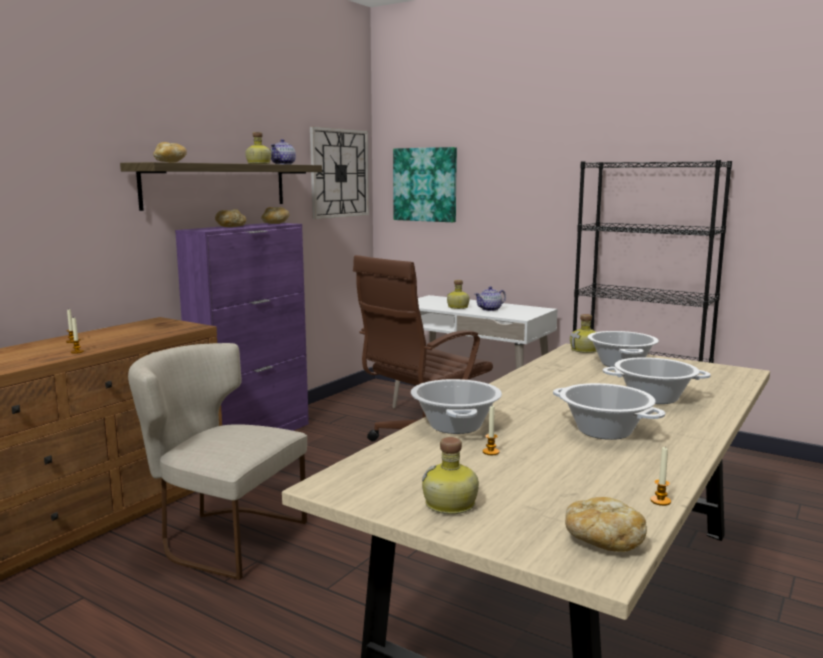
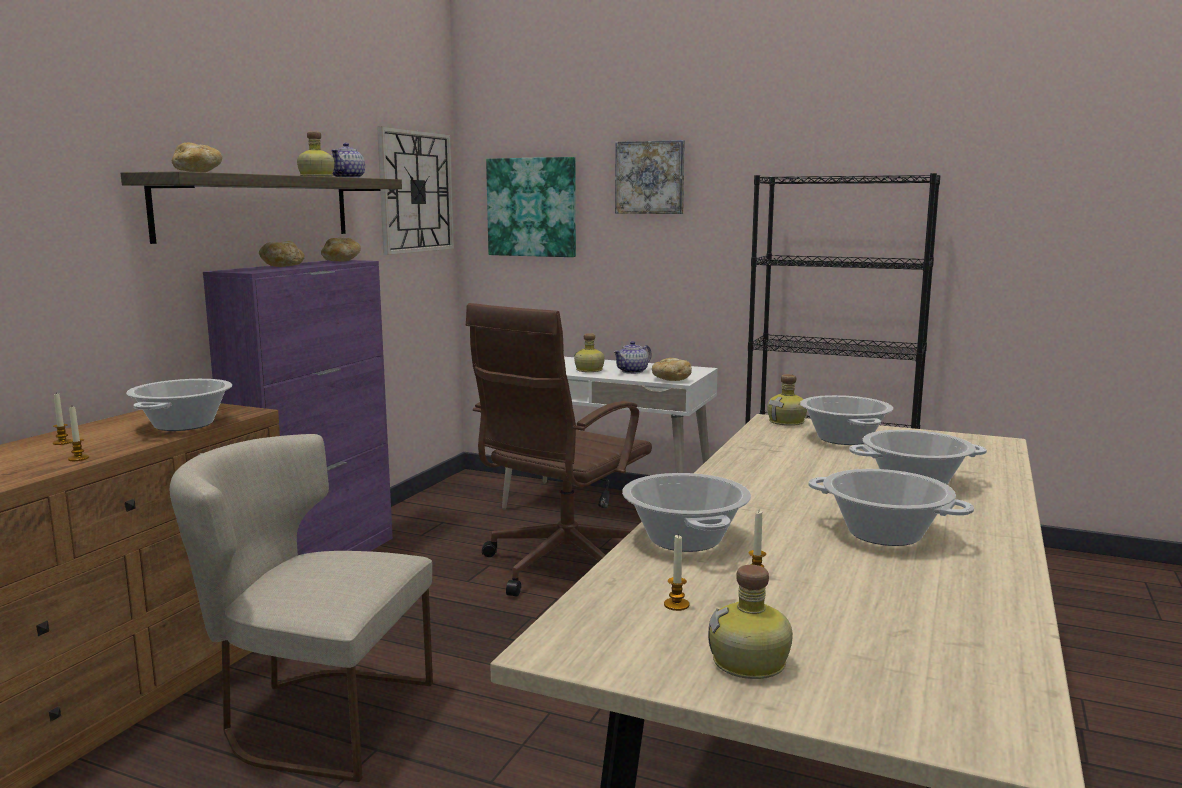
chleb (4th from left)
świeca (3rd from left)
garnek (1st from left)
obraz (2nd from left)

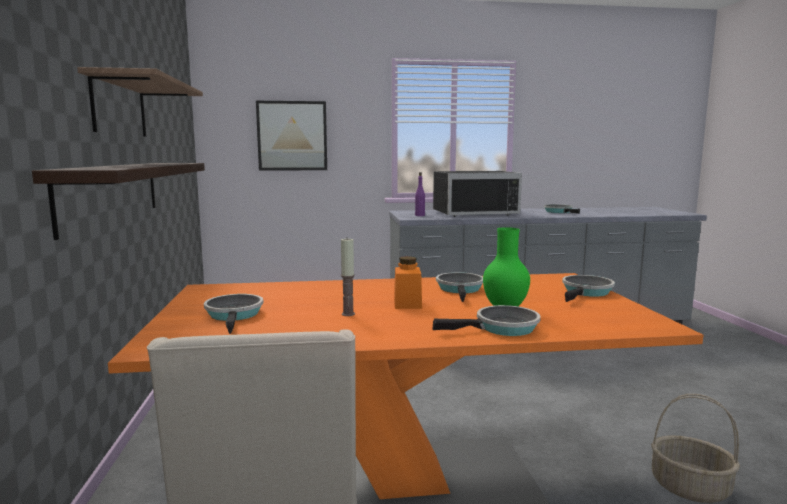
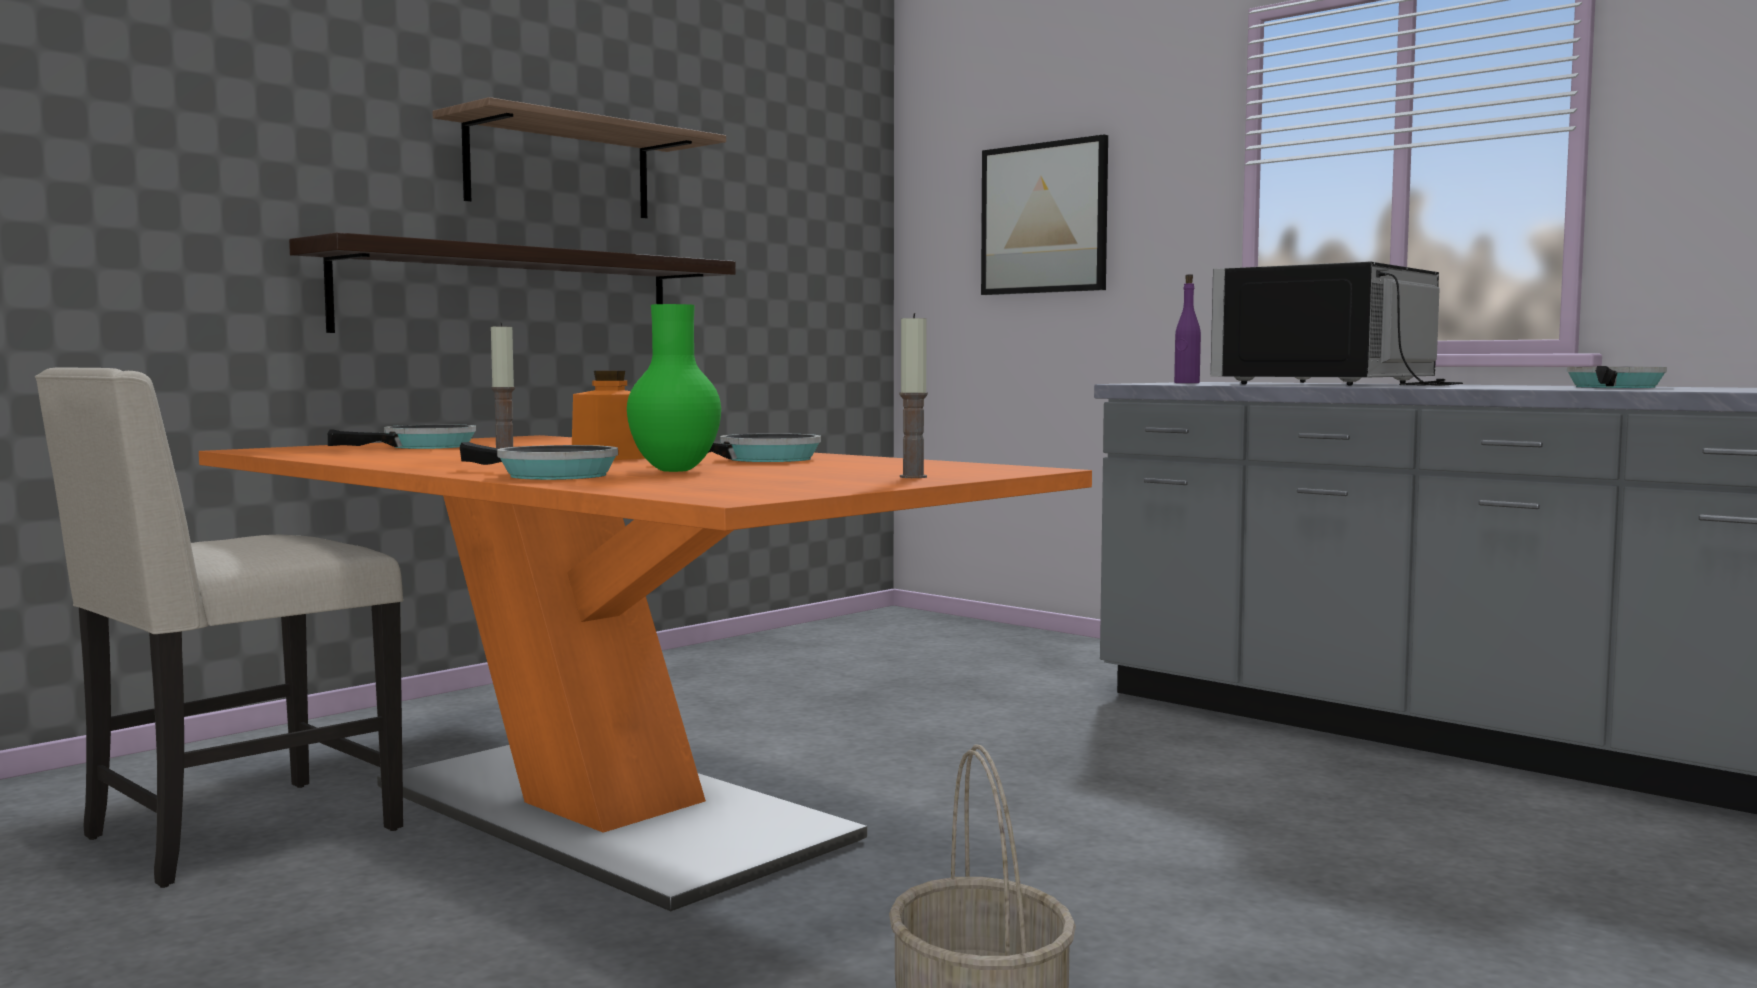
mikrofalówka [czarny]
świeca (2nd from left)

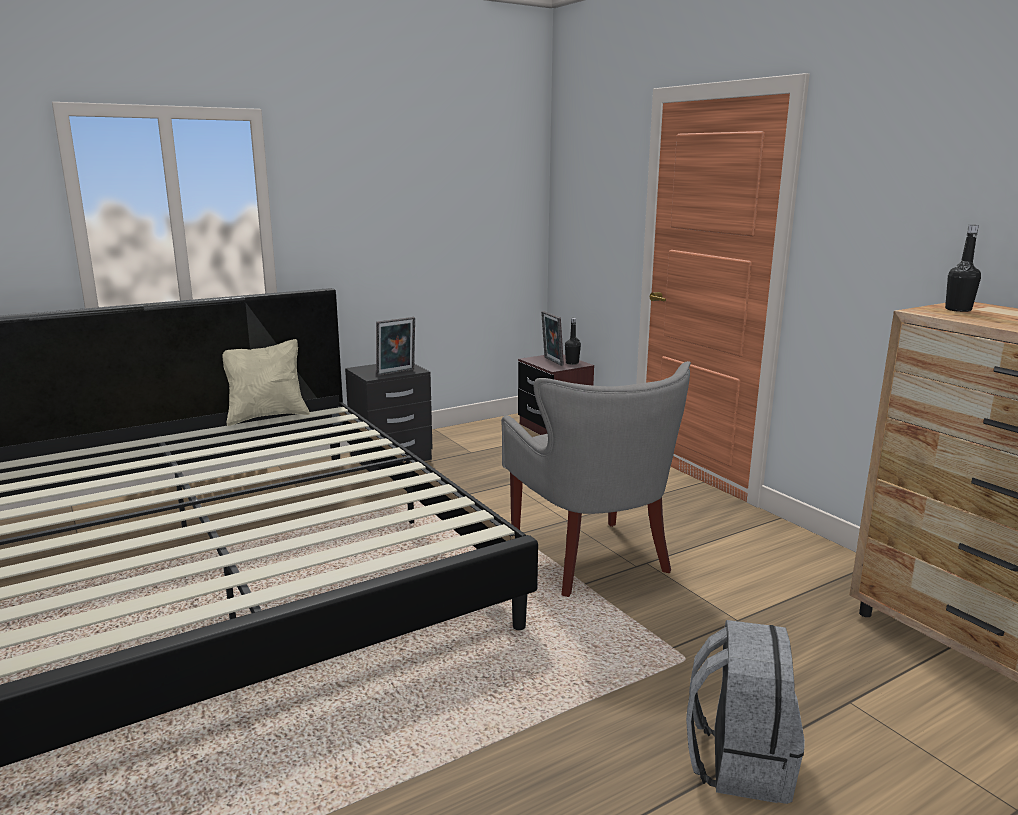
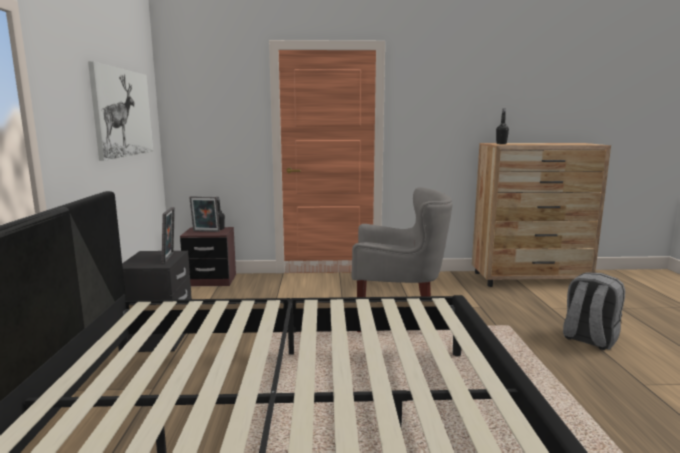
poduszka [beżowy]
obraz

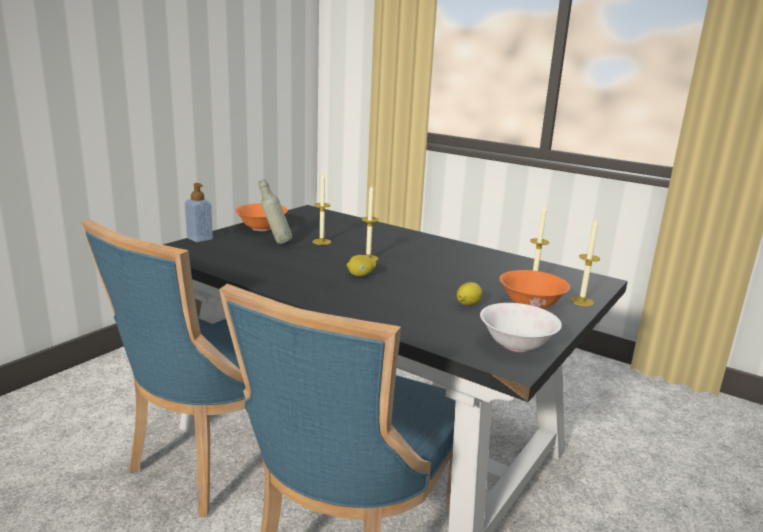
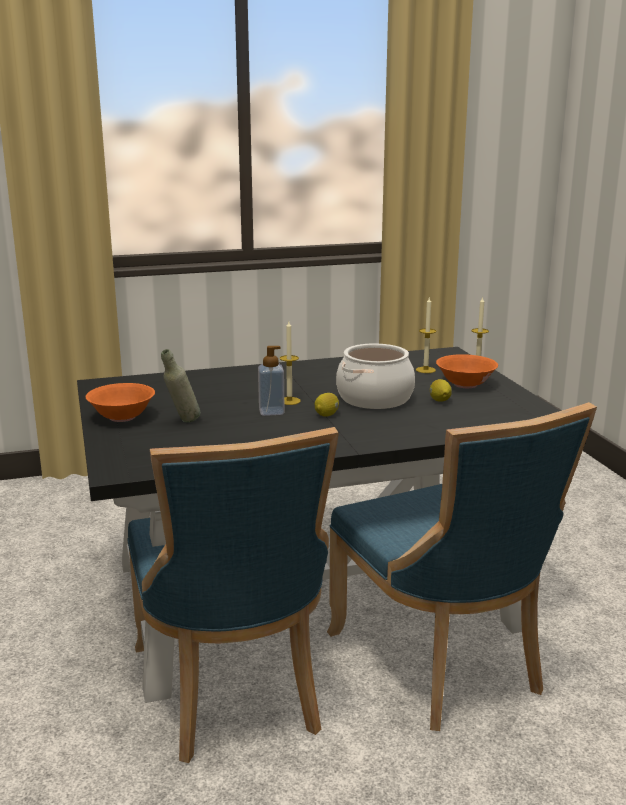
dozownik mydła
świeca (1st from left in the first image)
miska [biały]
garnek

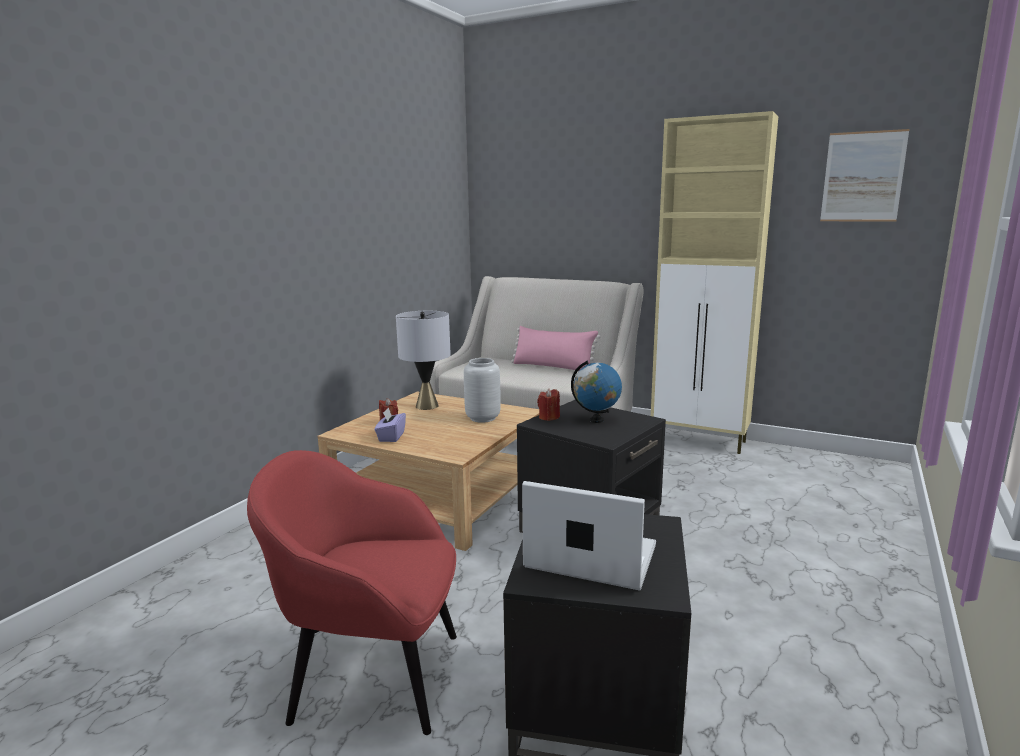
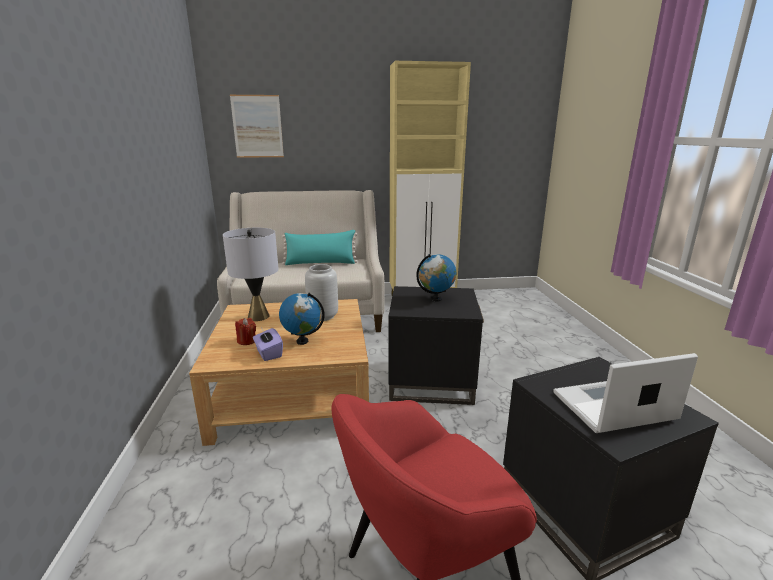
poduszka [turkusowy]
świeca [czerwony] (2nd from left in the first image)
obraz
globus (1st from left)

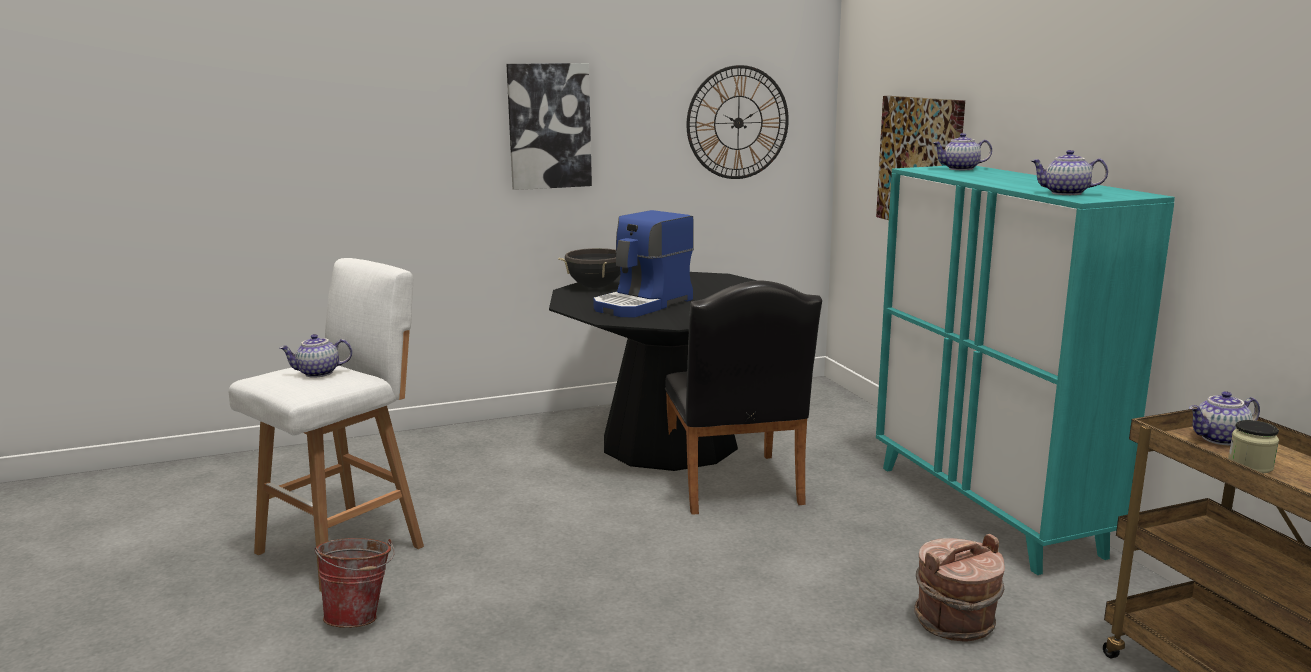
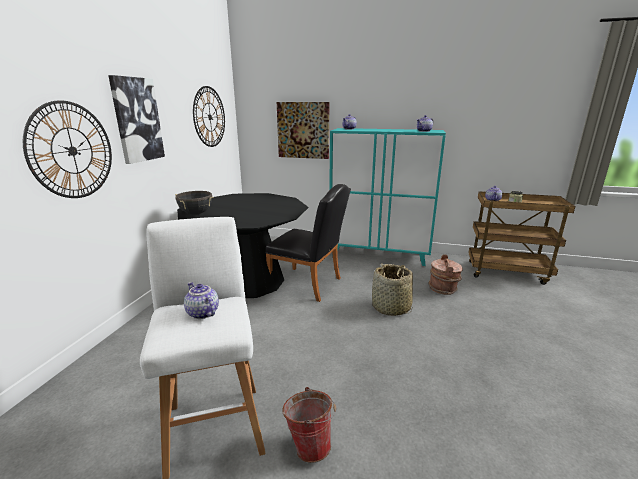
imbryk (1st from left)
ekspres do kawy
zegar ścienny (1st from left)
koszyk

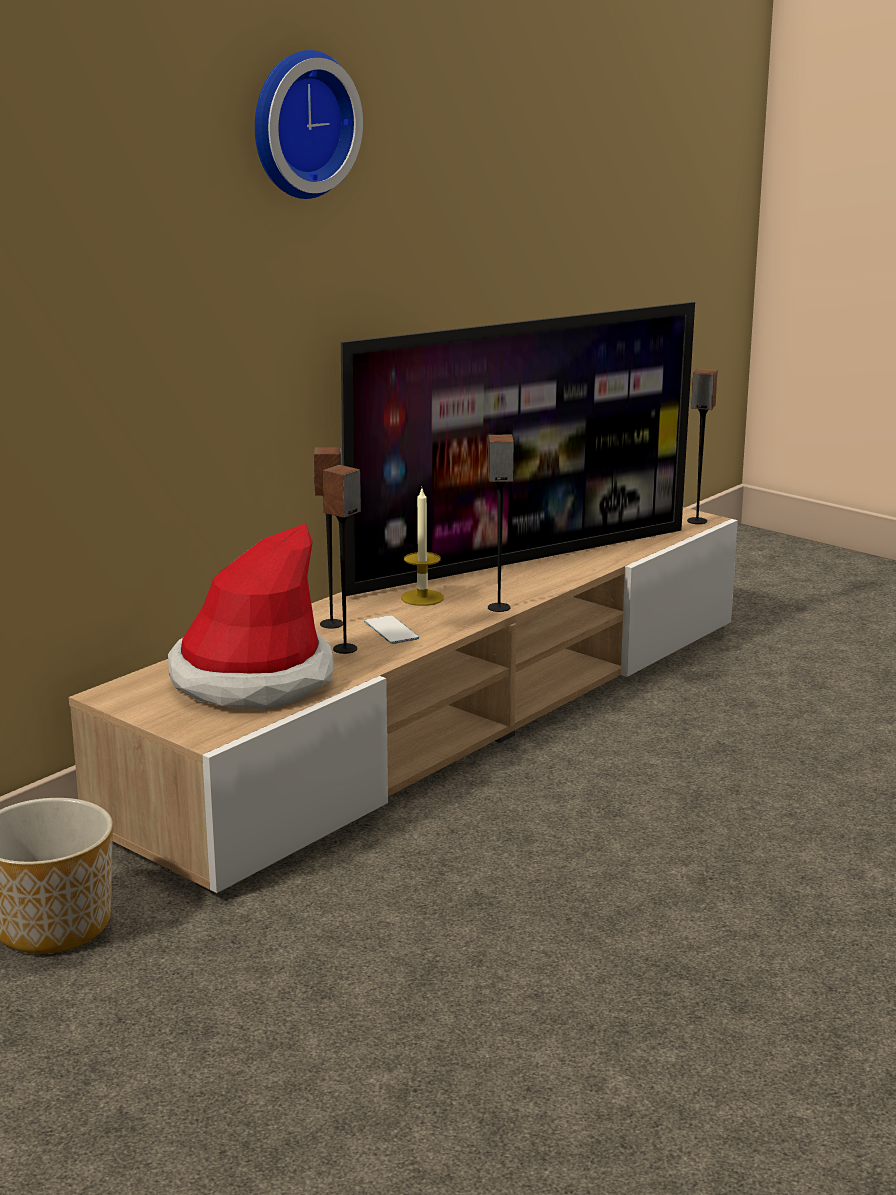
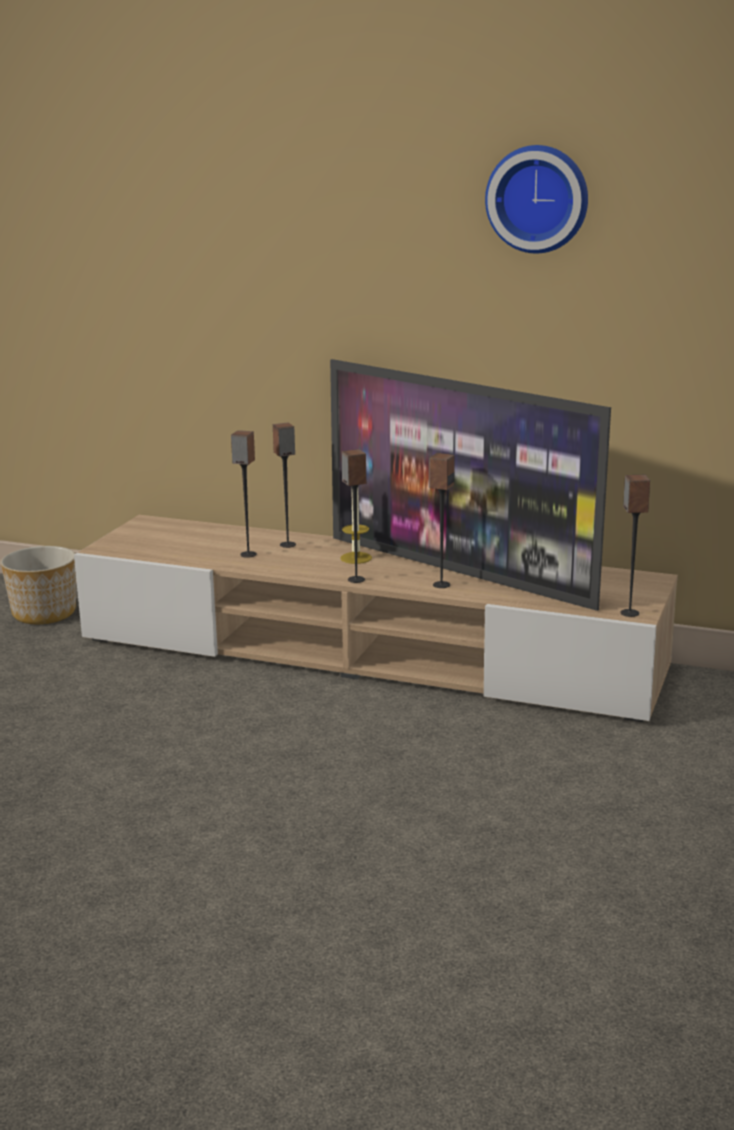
kapelusz
zegar ścienny
telefon
głośnik (4th from left)

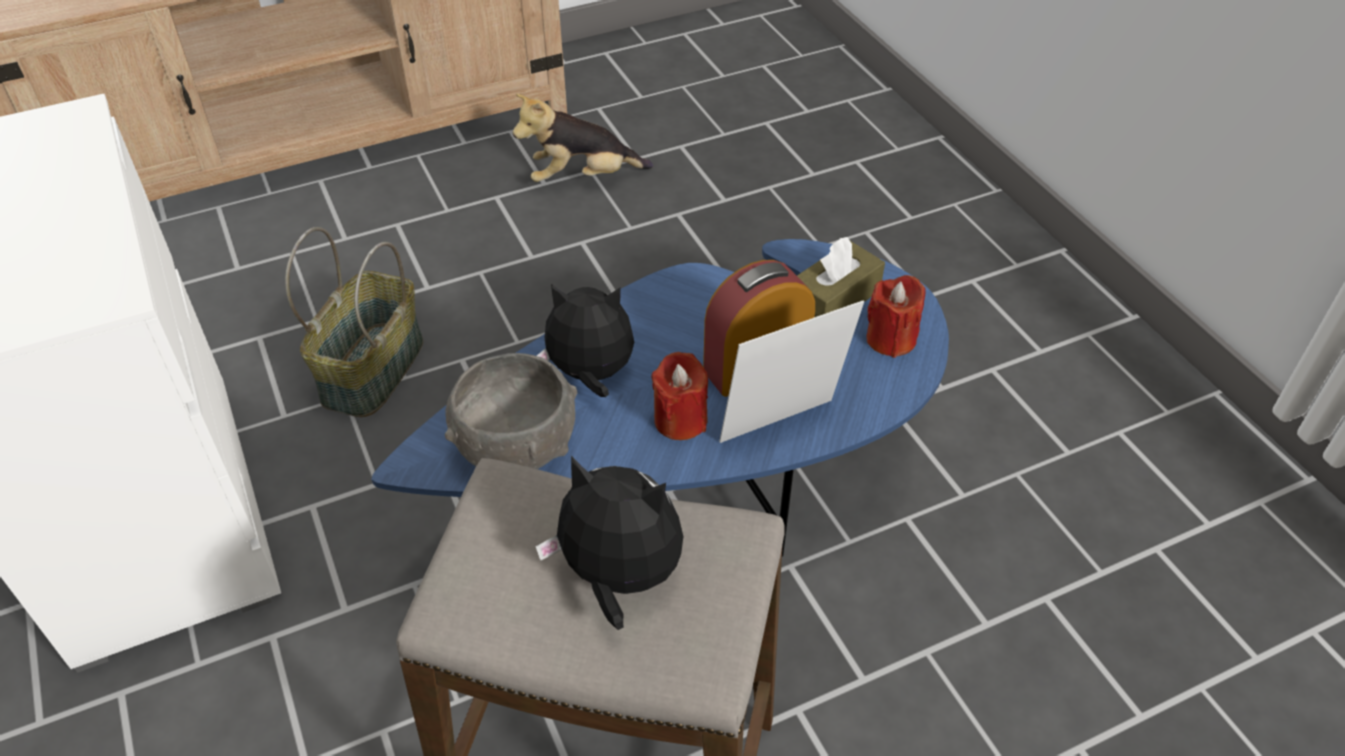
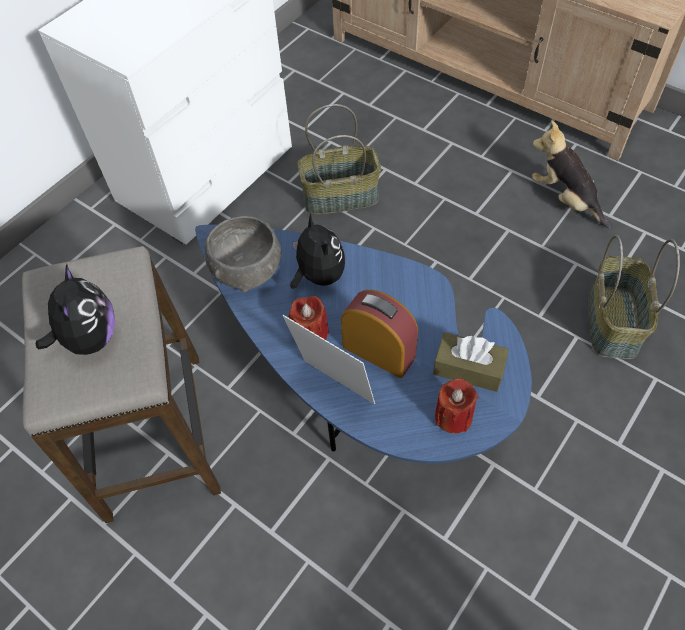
koszyk (2nd from left)

